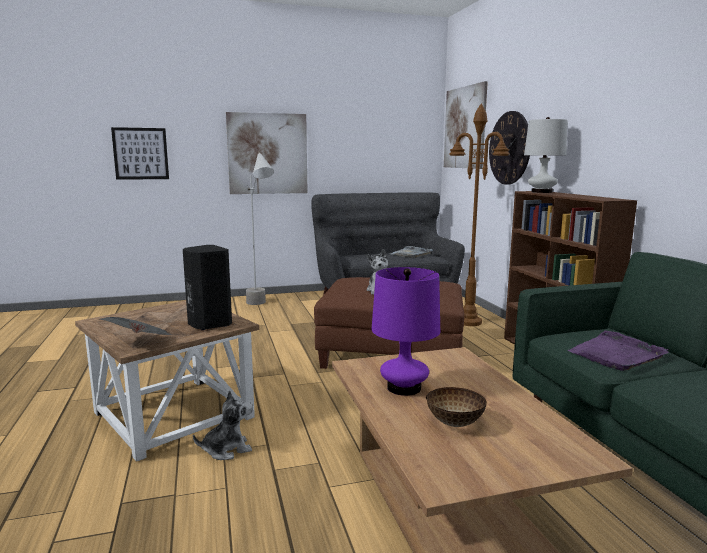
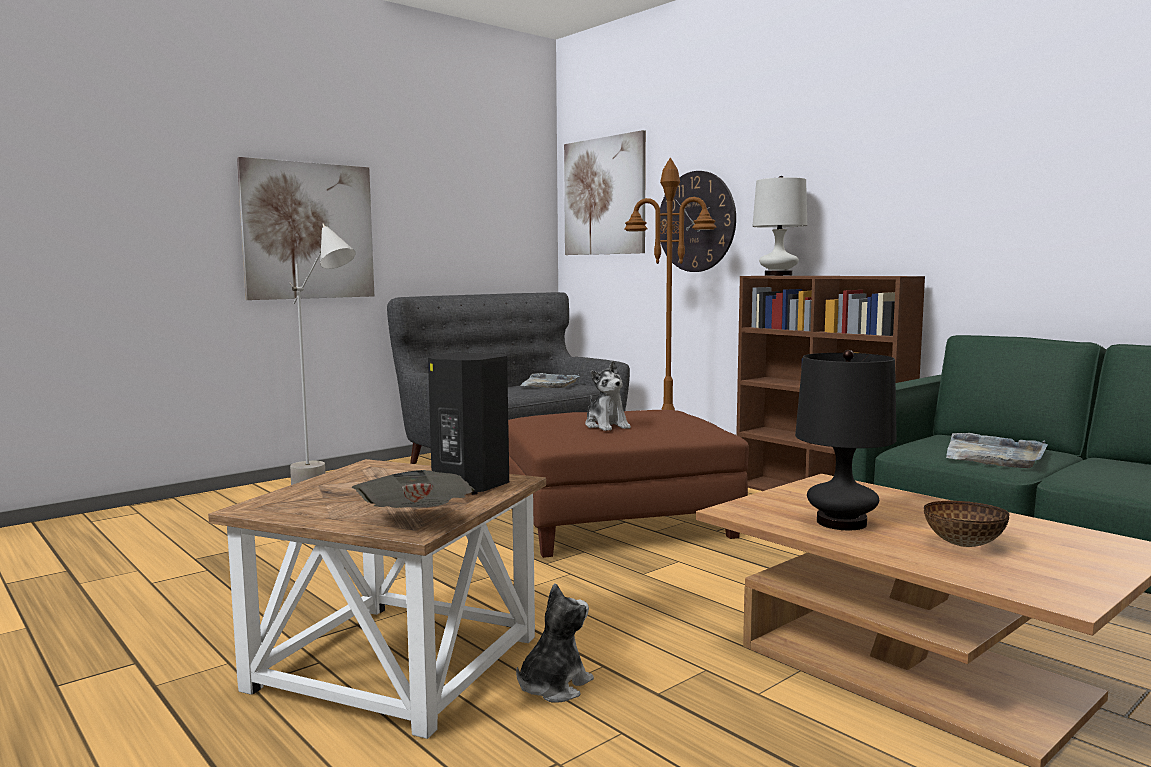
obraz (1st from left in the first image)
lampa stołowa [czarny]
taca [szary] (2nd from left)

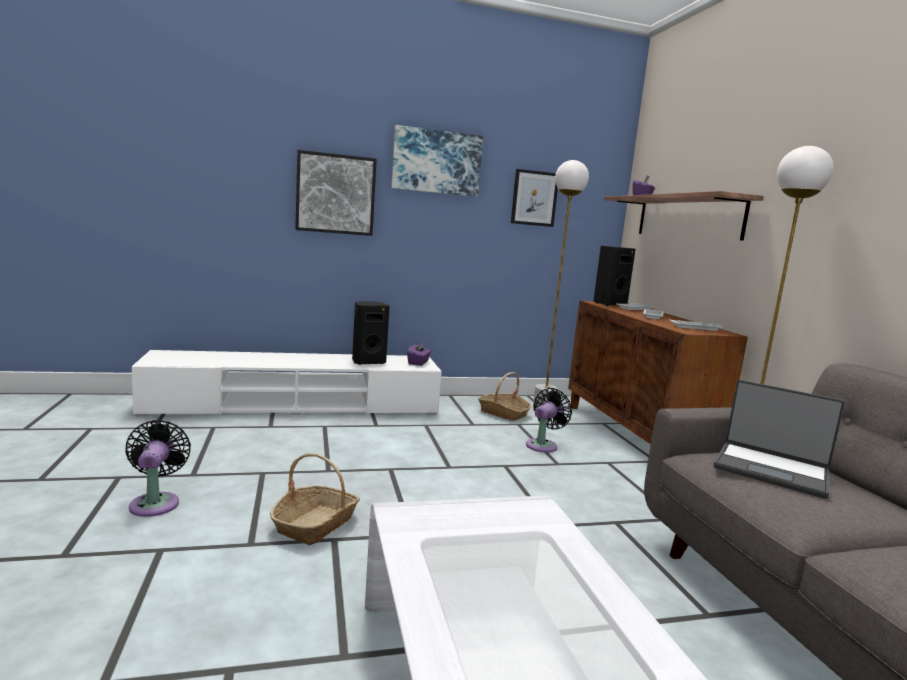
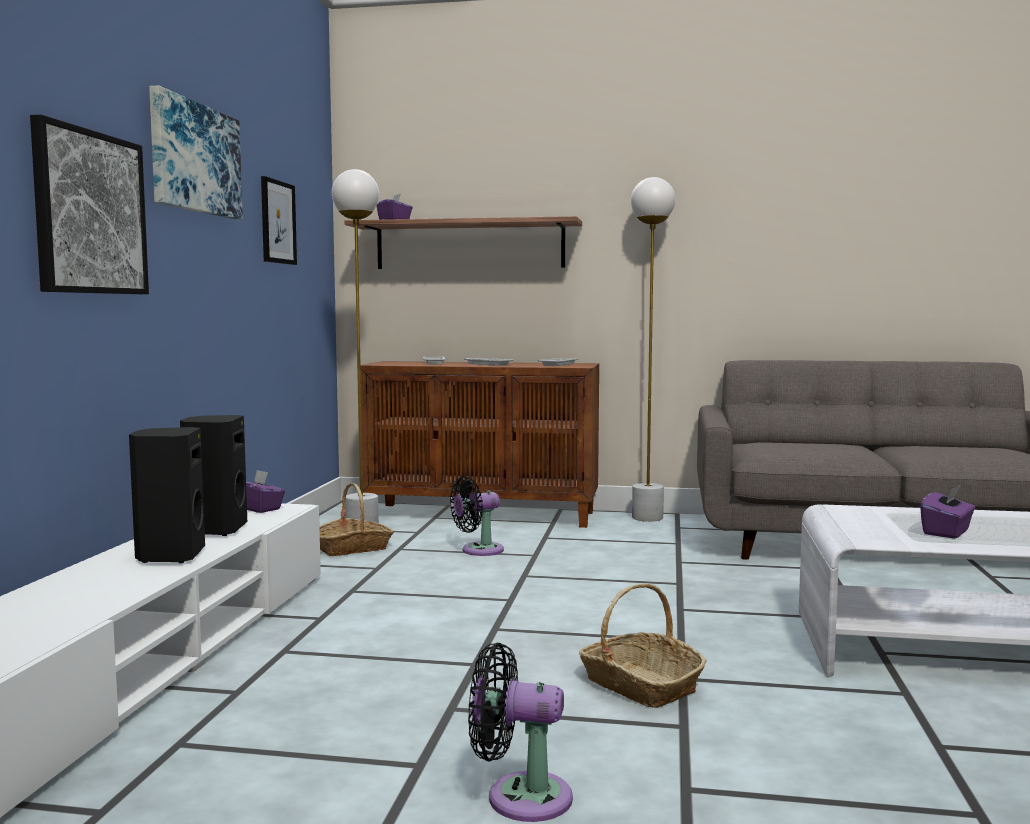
wentylator [czarny] (1st from left)
głośnik [czarny] (1st from left)
laptop
pudełko chusteczek [fioletowy] (3rd from left)

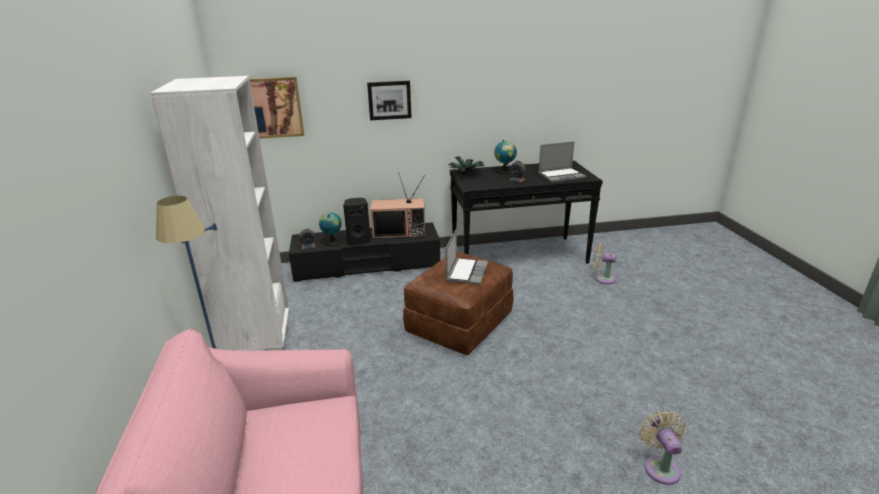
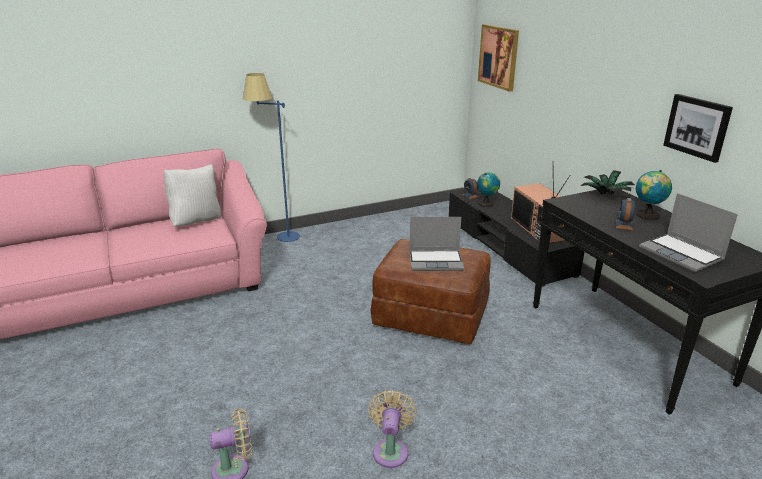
regał [biały]
głośnik [czarny]
obraz (2nd from left)
wentylator [beżowy] (2nd from left)
poduszka [biały]

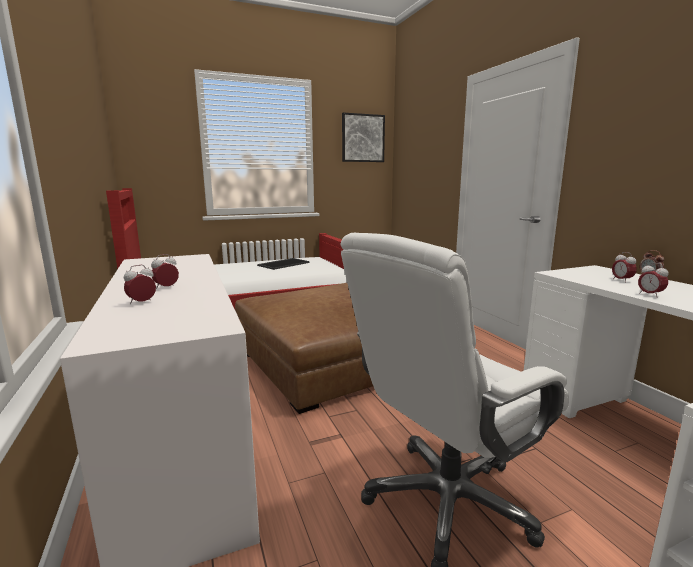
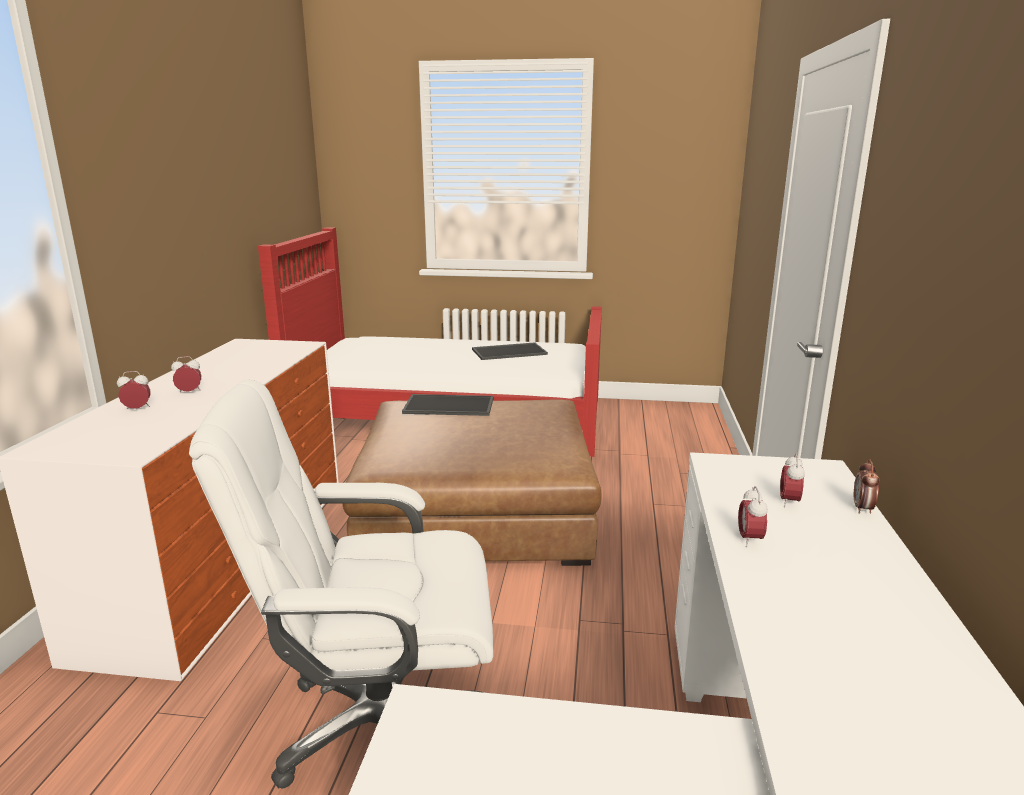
obraz
taca (1st from left)

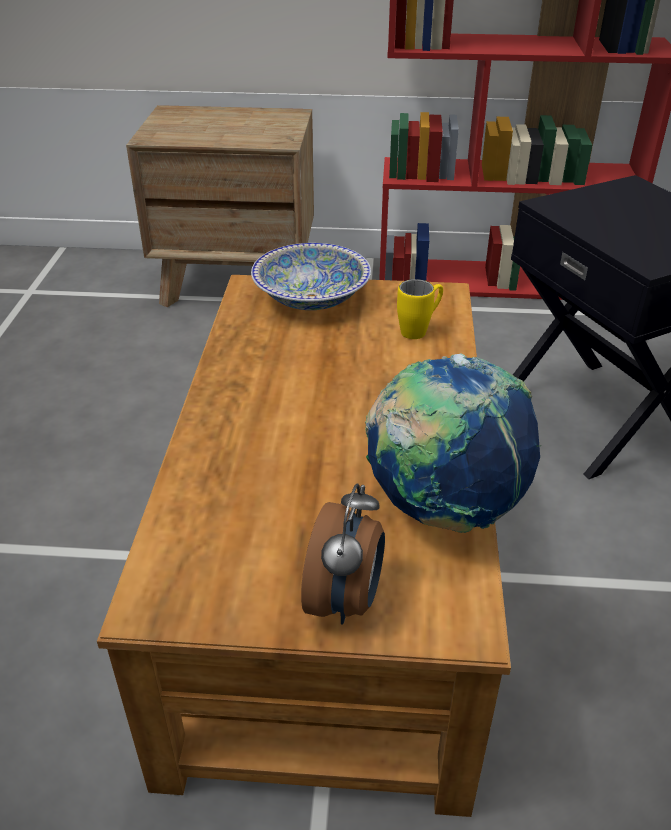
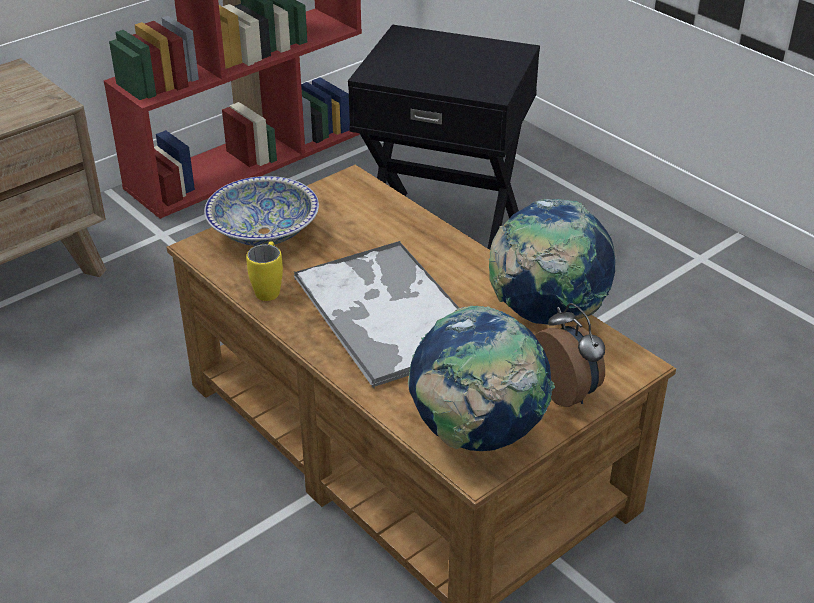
kubek [żółty]
taca
globus (1st from left)

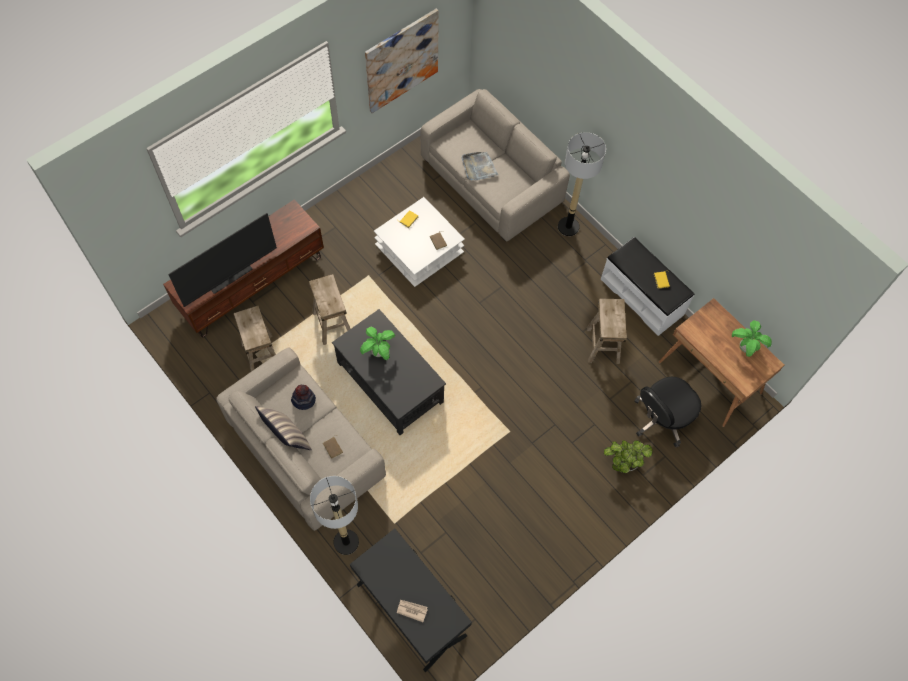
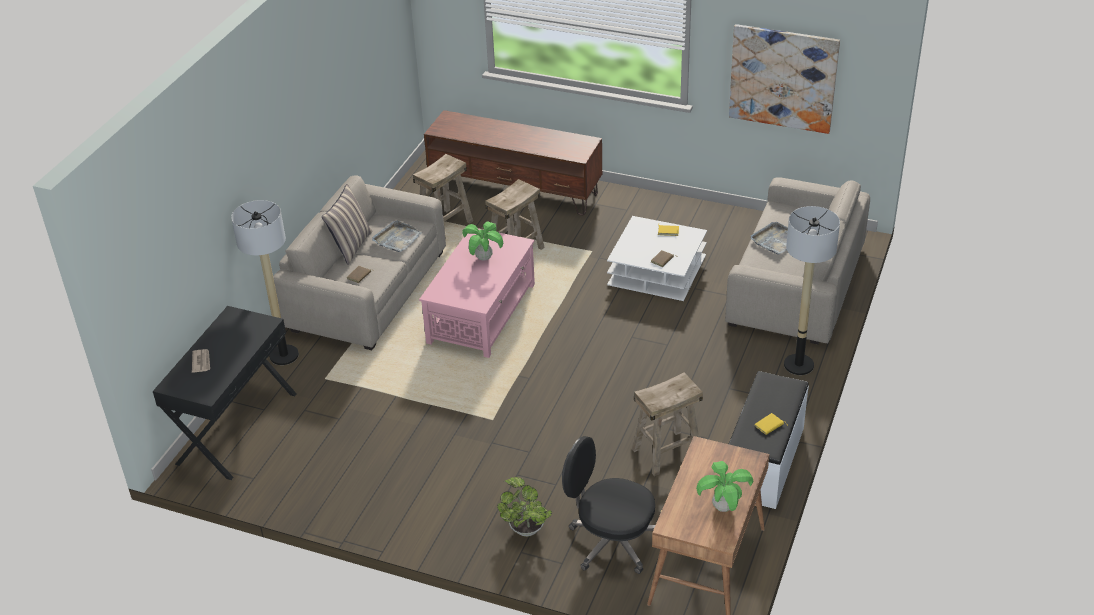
telewizor
taca [szary] (1st from left)
ława [różowy]

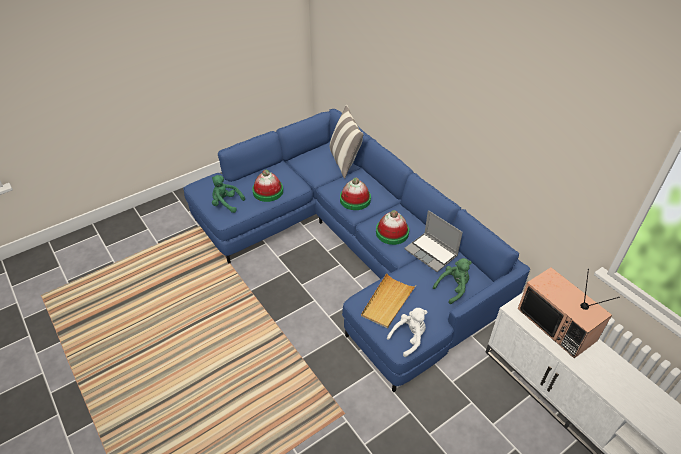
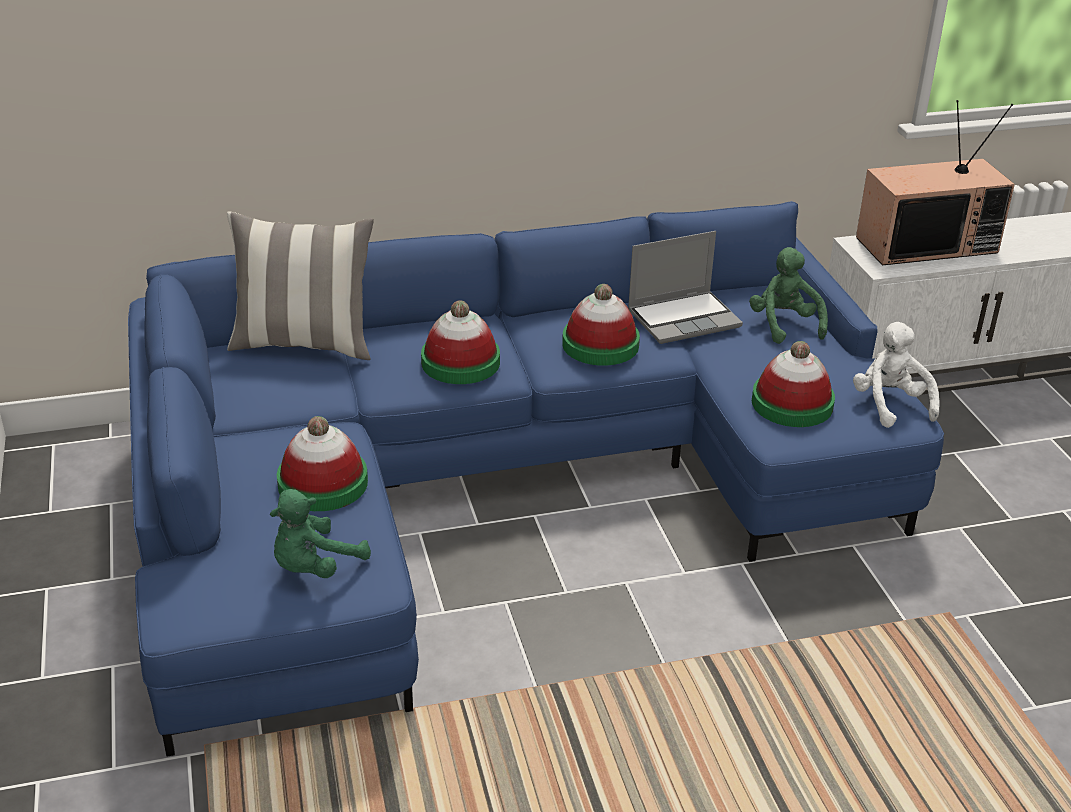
kapelusz (4th from left)

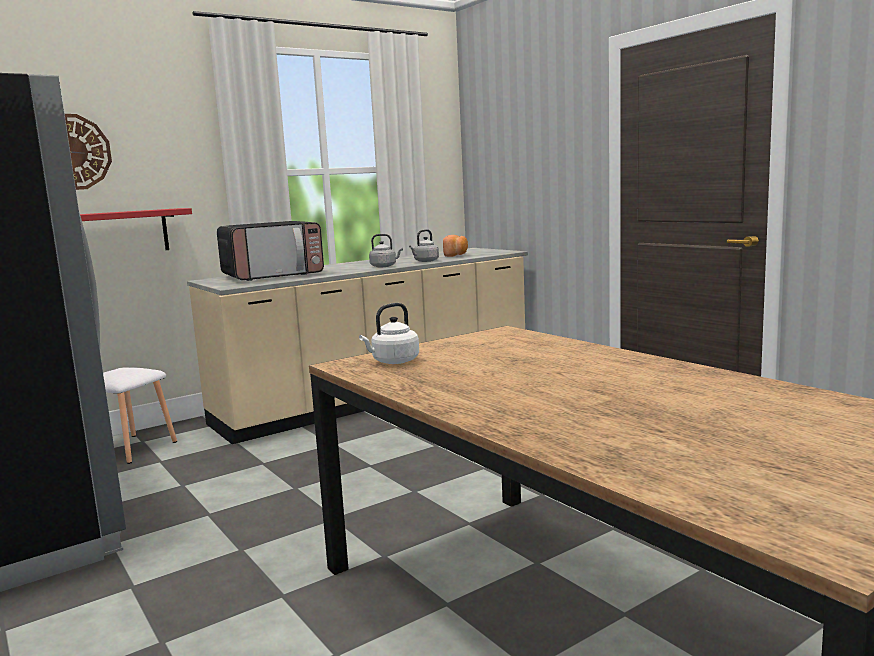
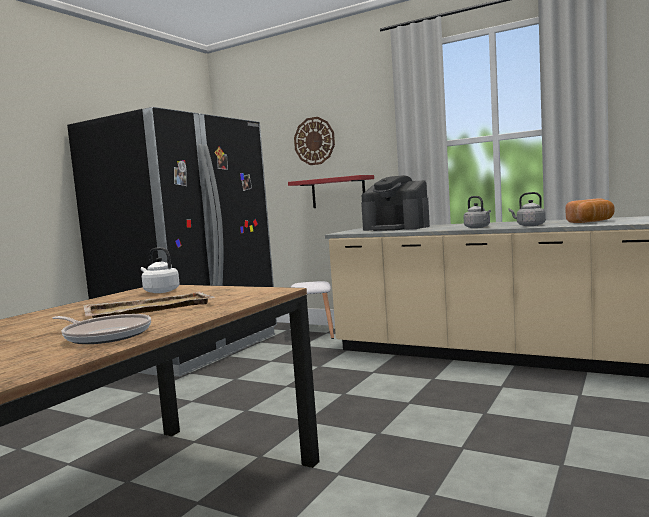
ekspres do kawy
patelnia
taca [beżowy]

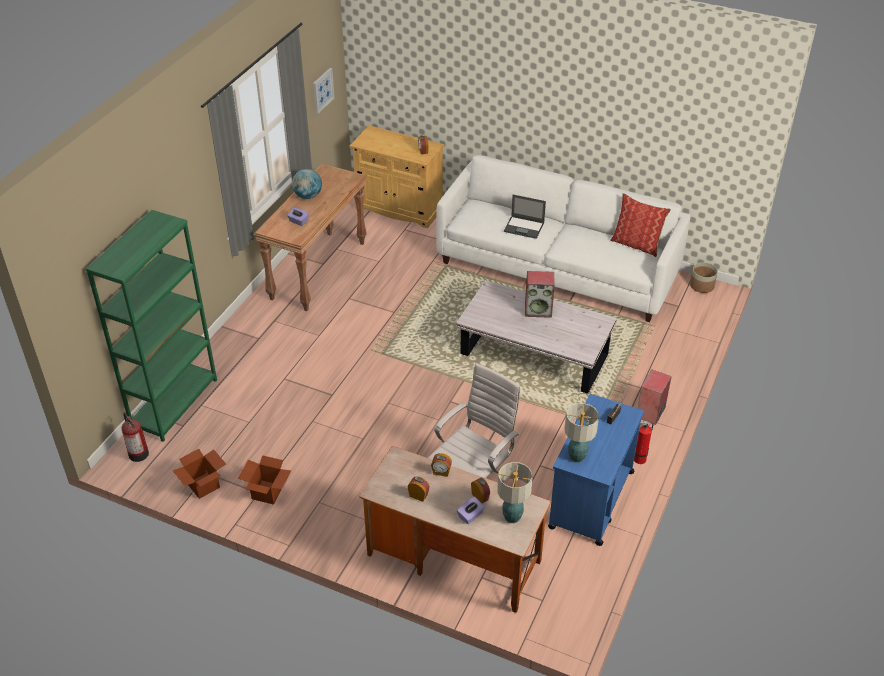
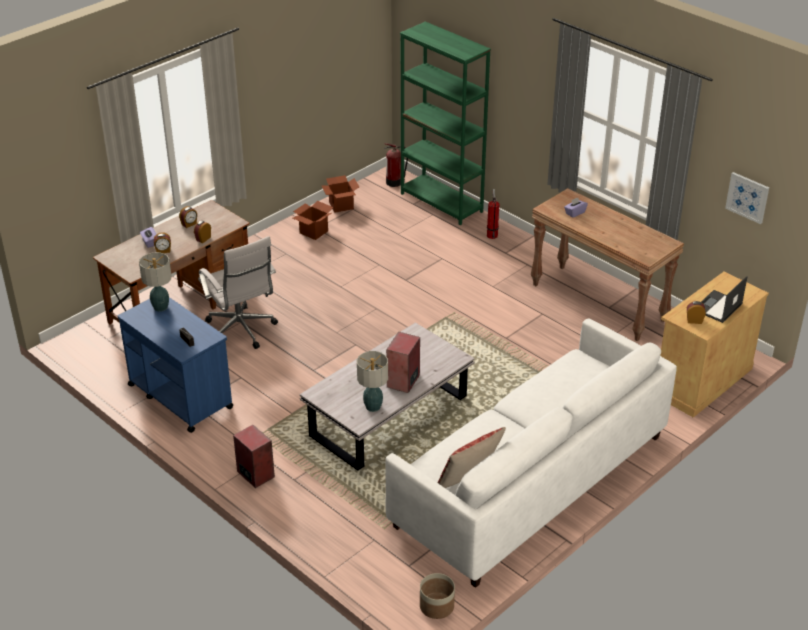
globus
lampa stołowa (2nd from left)
laptop
gaśnica (2nd from left)

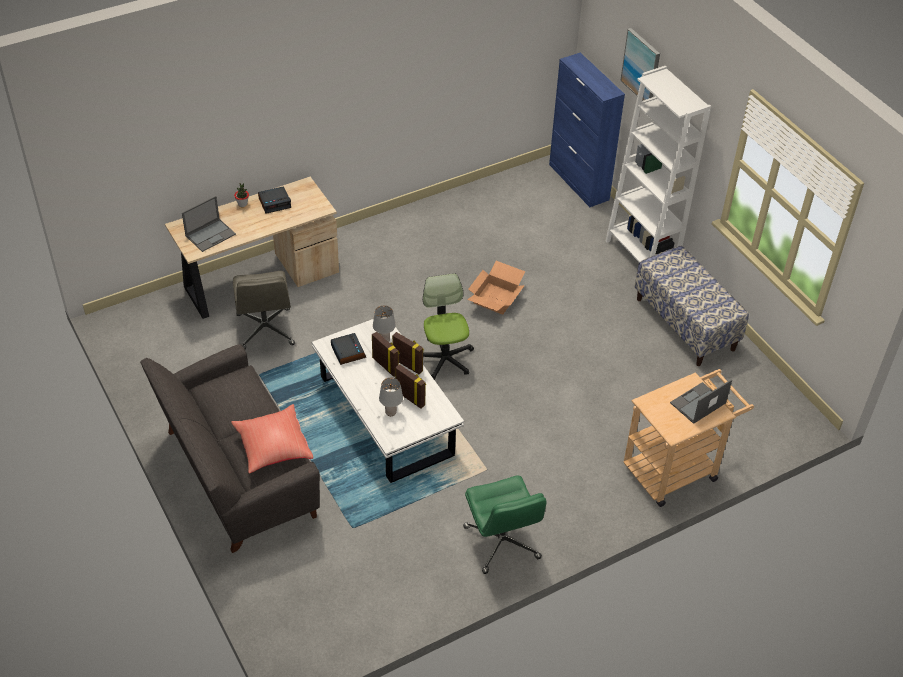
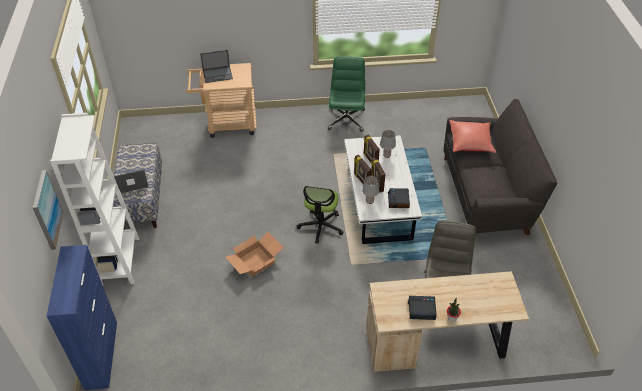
laptop (1st from left)

